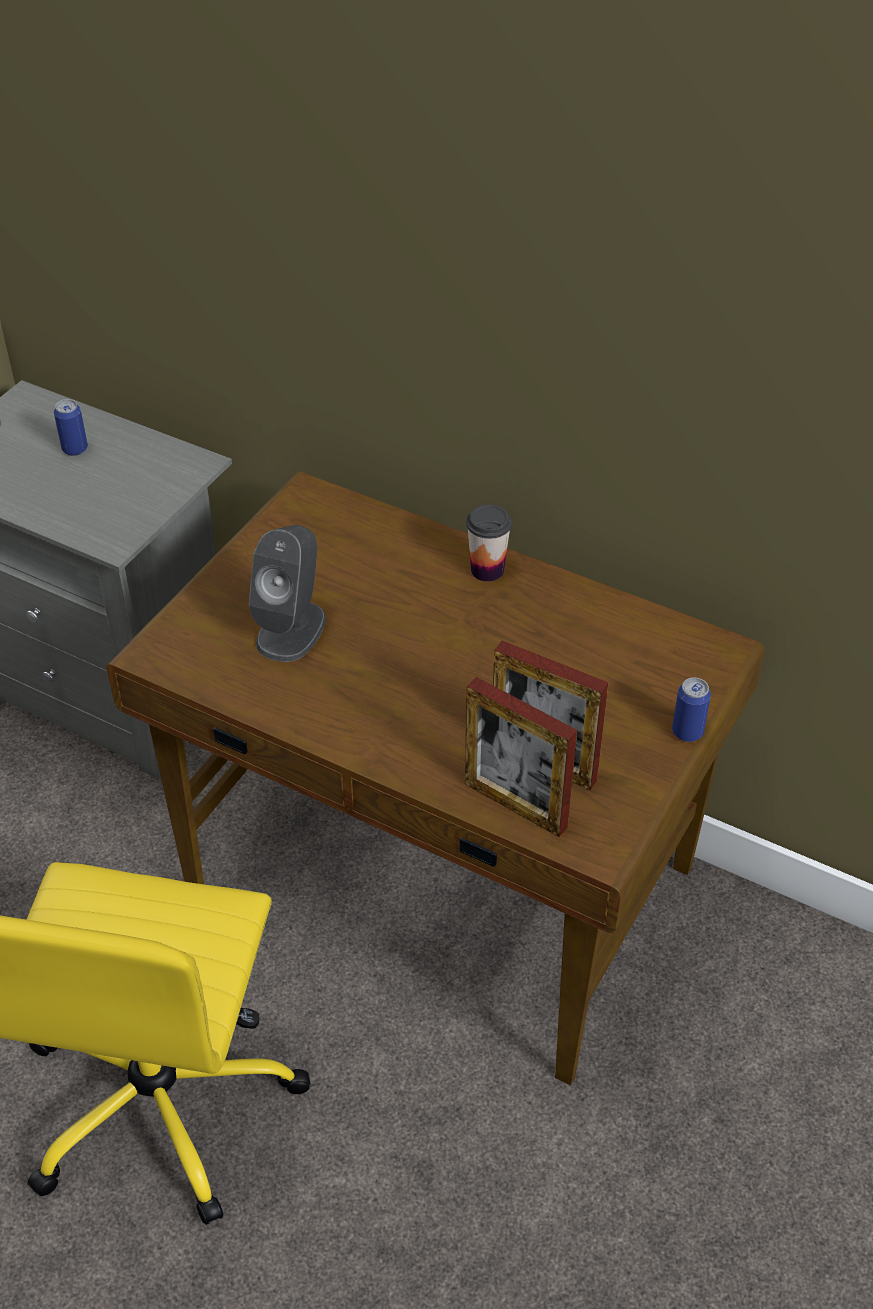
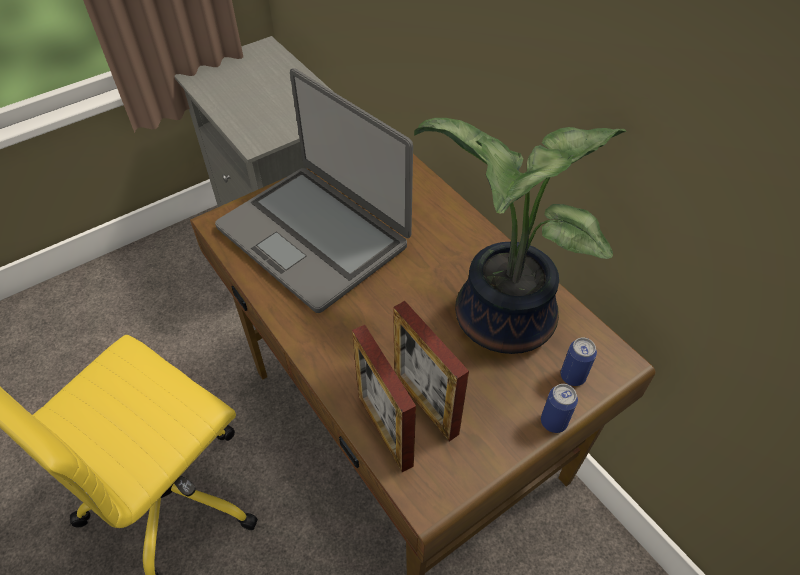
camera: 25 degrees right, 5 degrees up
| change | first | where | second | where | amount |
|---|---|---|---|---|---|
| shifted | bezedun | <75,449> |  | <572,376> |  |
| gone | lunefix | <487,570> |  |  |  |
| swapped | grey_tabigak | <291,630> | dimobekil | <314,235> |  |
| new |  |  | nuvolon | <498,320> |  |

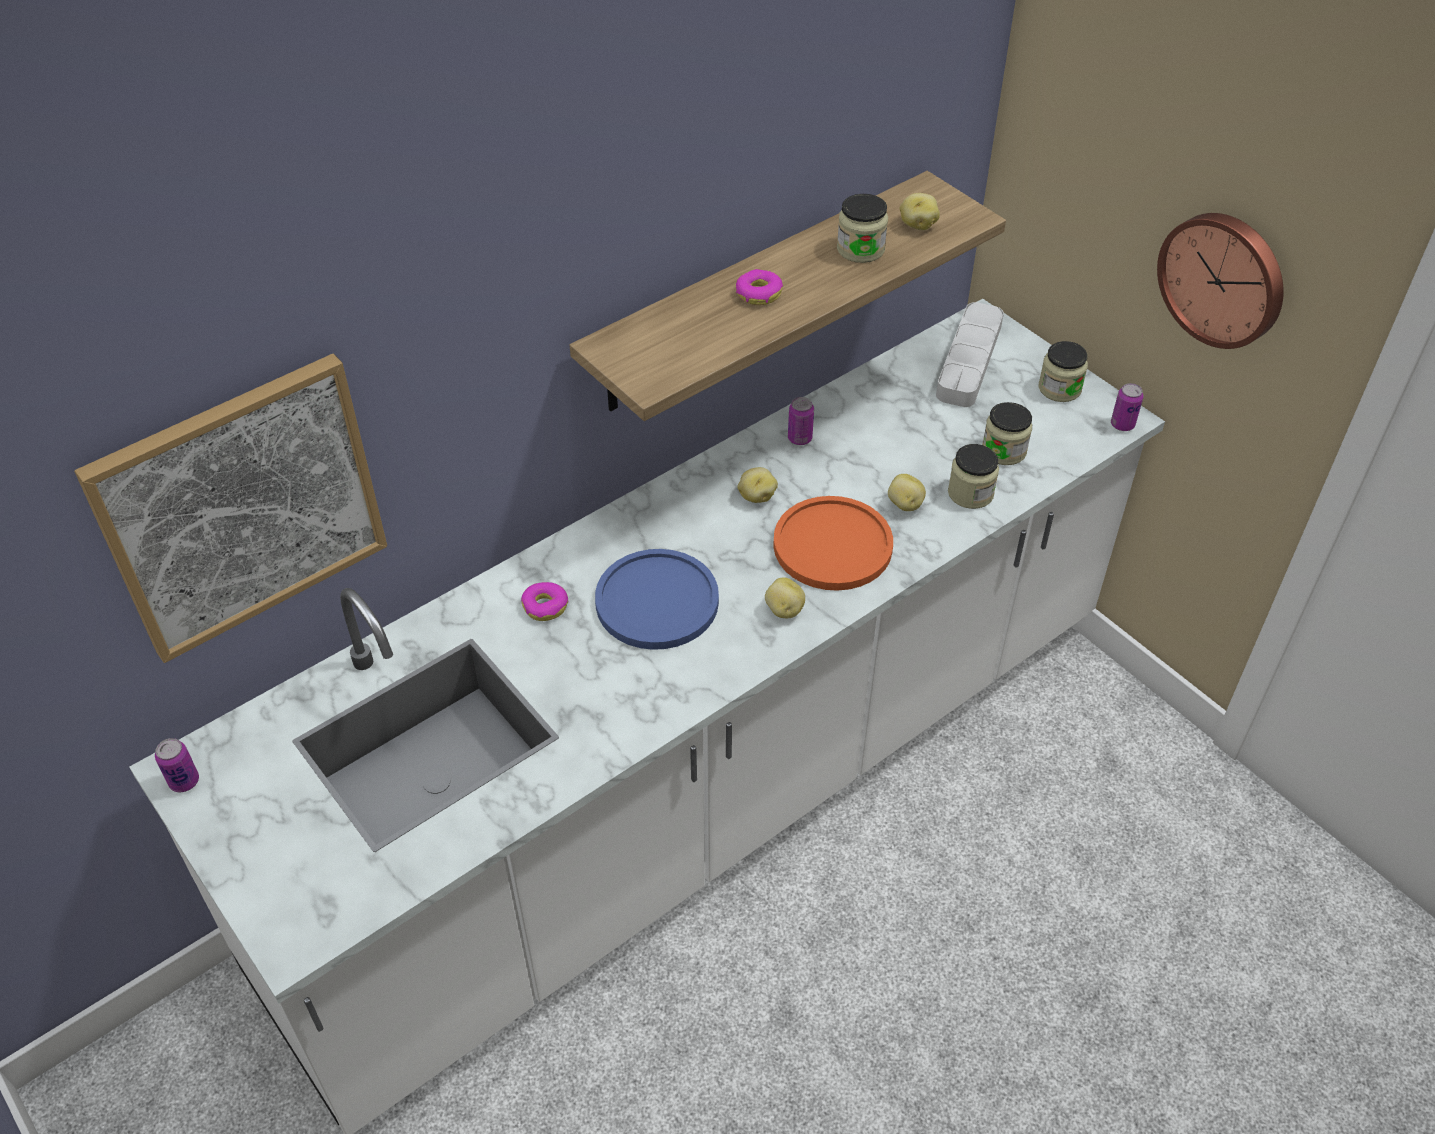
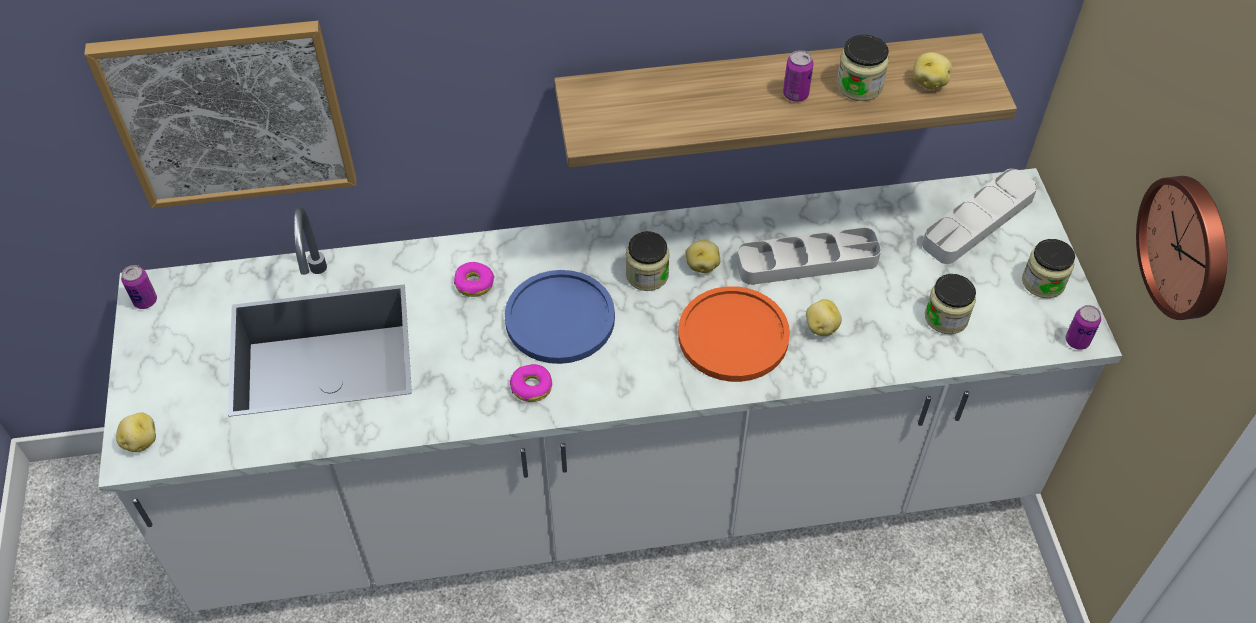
camera: 30 degrees right, 5 degrees up
| change | first | where | second | where | amount |
|---|---|---|---|---|---|
| shifted | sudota | <758,294> |  | <531,387> |  |
| shifted | bezedun | <799,438> |  | <795,94> |  |
| shifted | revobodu | <970,493> |  | <647,275> |  |
| shifted | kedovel | <784,610> |  | <140,441> |  |
| new |  |  | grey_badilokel | <807,261> |  |

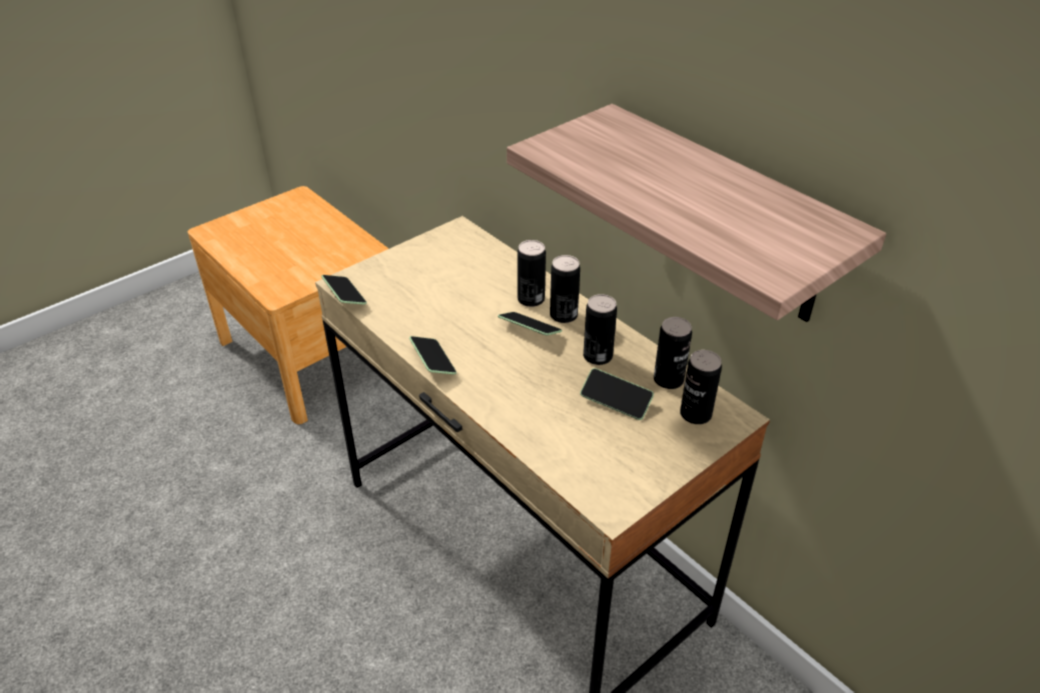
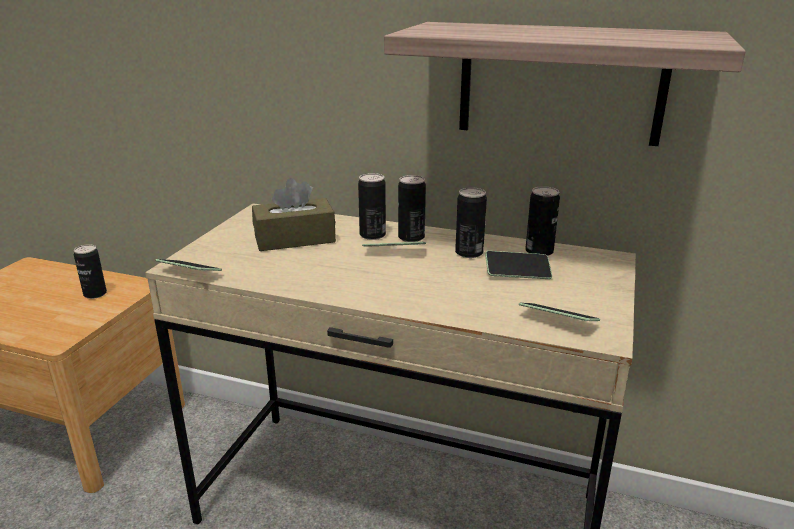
camera: 30 degrees left, 15 degrees down
| change | first | where | second | where | amount |
|---|---|---|---|---|---|
| shifted | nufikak | <433,362> |  | <557,321> |  |
| shifted | bezedun | <695,414> |  | <95,294> |  |
| new |  |  | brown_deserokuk | <294,239> |  |

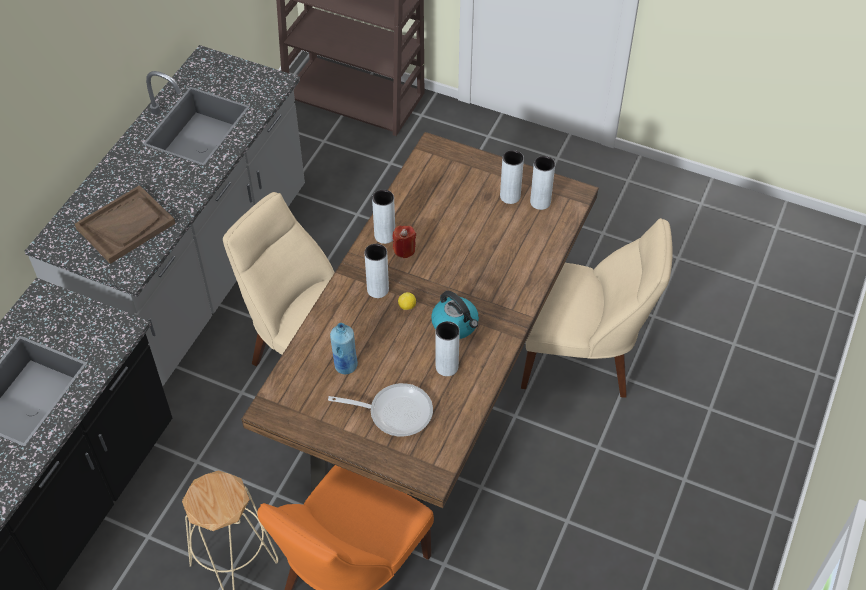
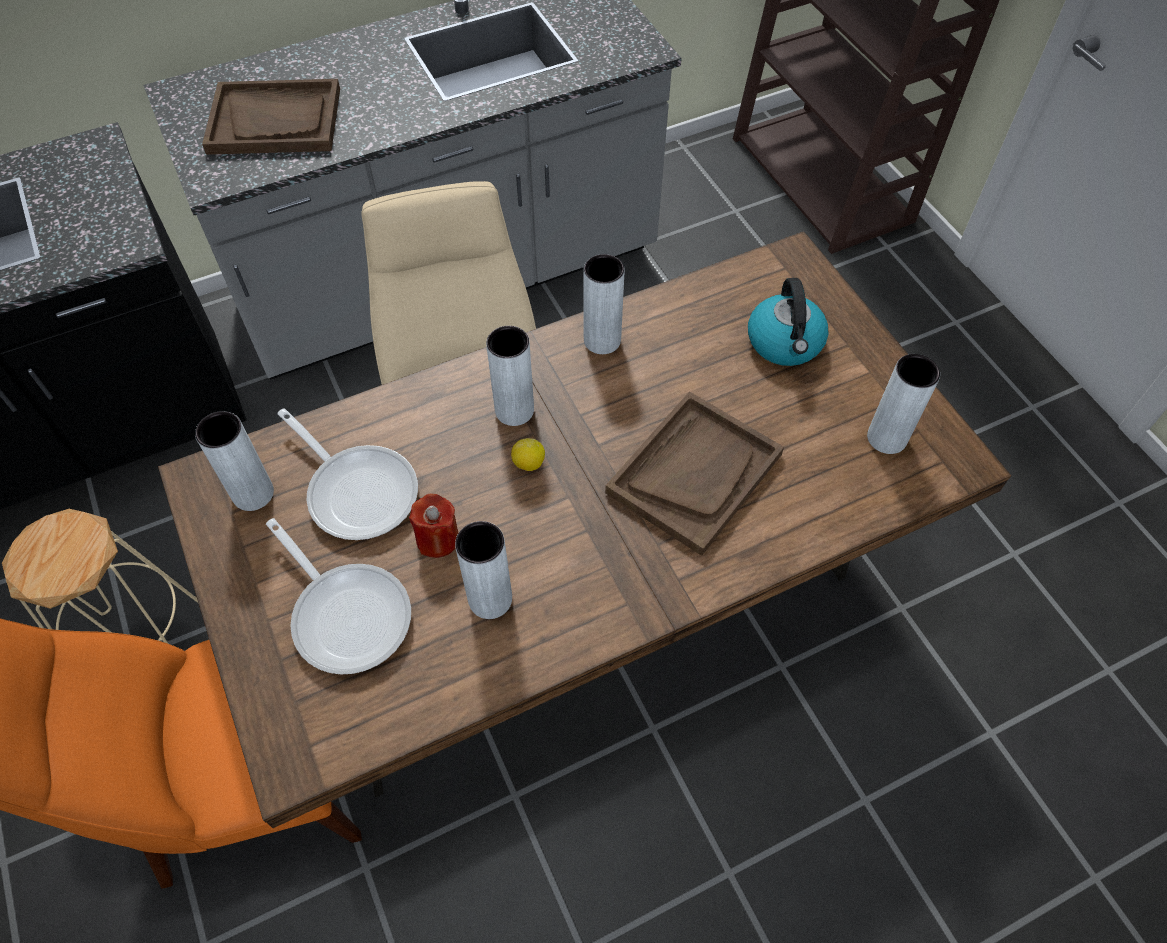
camera: 40 degrees right, 5 degrees up
| change | first | where | second | where | amount |
|---|---|---|---|---|---|
| shifted | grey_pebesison | <510,196> |  | <253,493> |  |
| gone | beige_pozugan | <582,358> |  |  |  |
| shifted | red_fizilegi | <404,249> |  | <438,539> |  |
| shifted | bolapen | <455,324> |  | <785,343> |  |
| swapped | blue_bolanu | <345,365> | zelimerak | <358,490> |  |
| new |  |  | brown_badilokel | <694,473> |  |

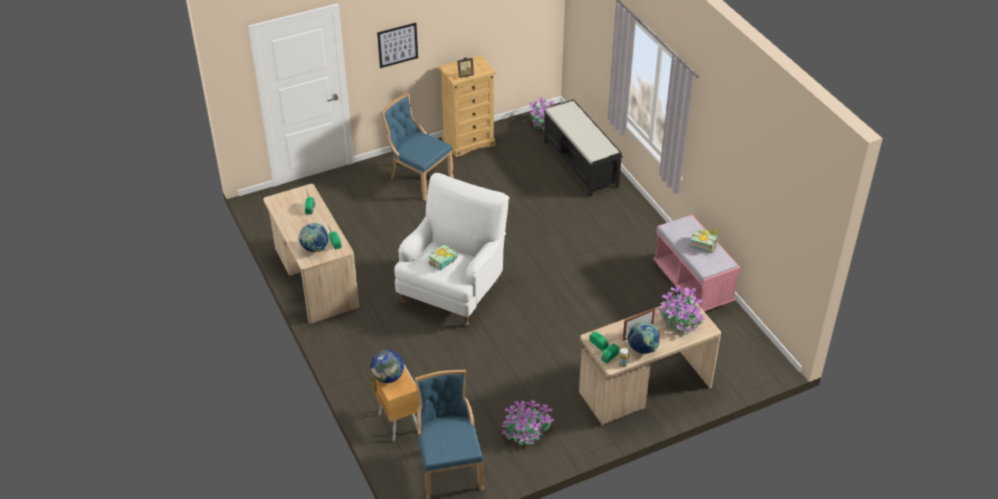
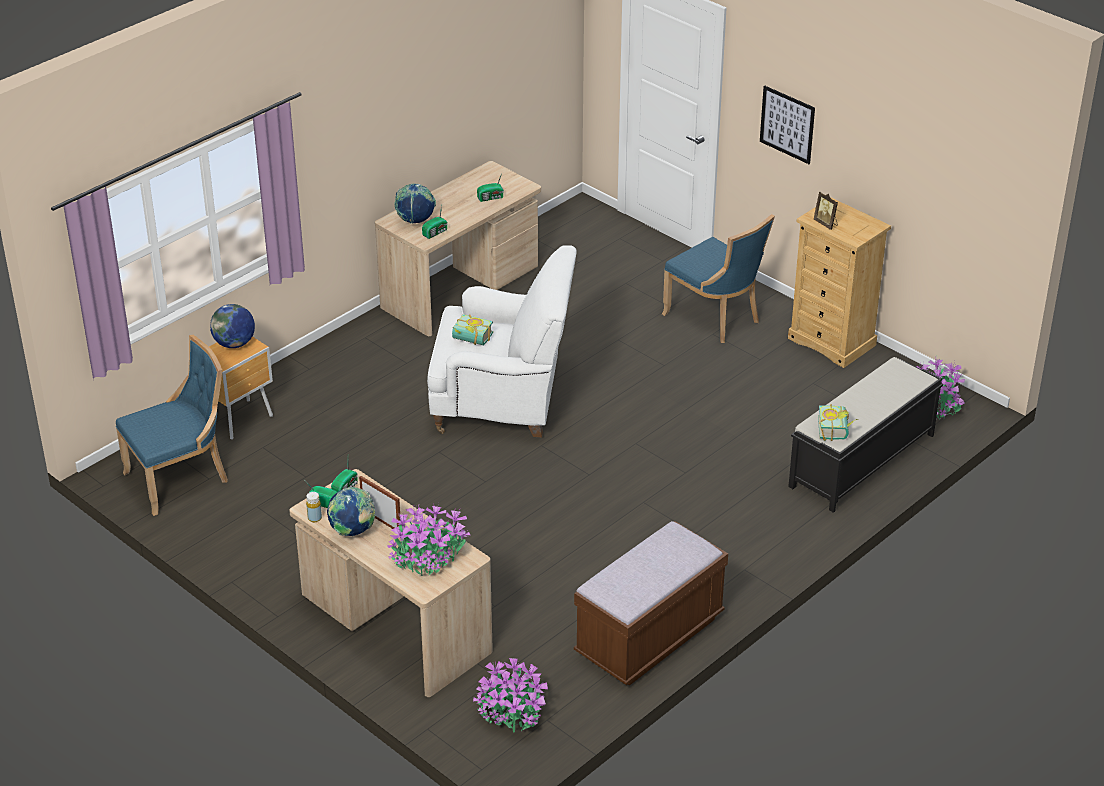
camera: 70 degrees right, 5 degrees down
| change | first | where | second | where | amount |
|---|---|---|---|---|---|
| rotated | blue_pozugan | <418,178> |  | <716,318> | 120 degrees clockwise |
| repainted | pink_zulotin | <692,283> | brown_zulotin | <649,637> |  |
| shifted | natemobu | <704,243> |  | <836,430> |  |
| shifted | nuvolon | <526,432> |  | <511,713> |  |

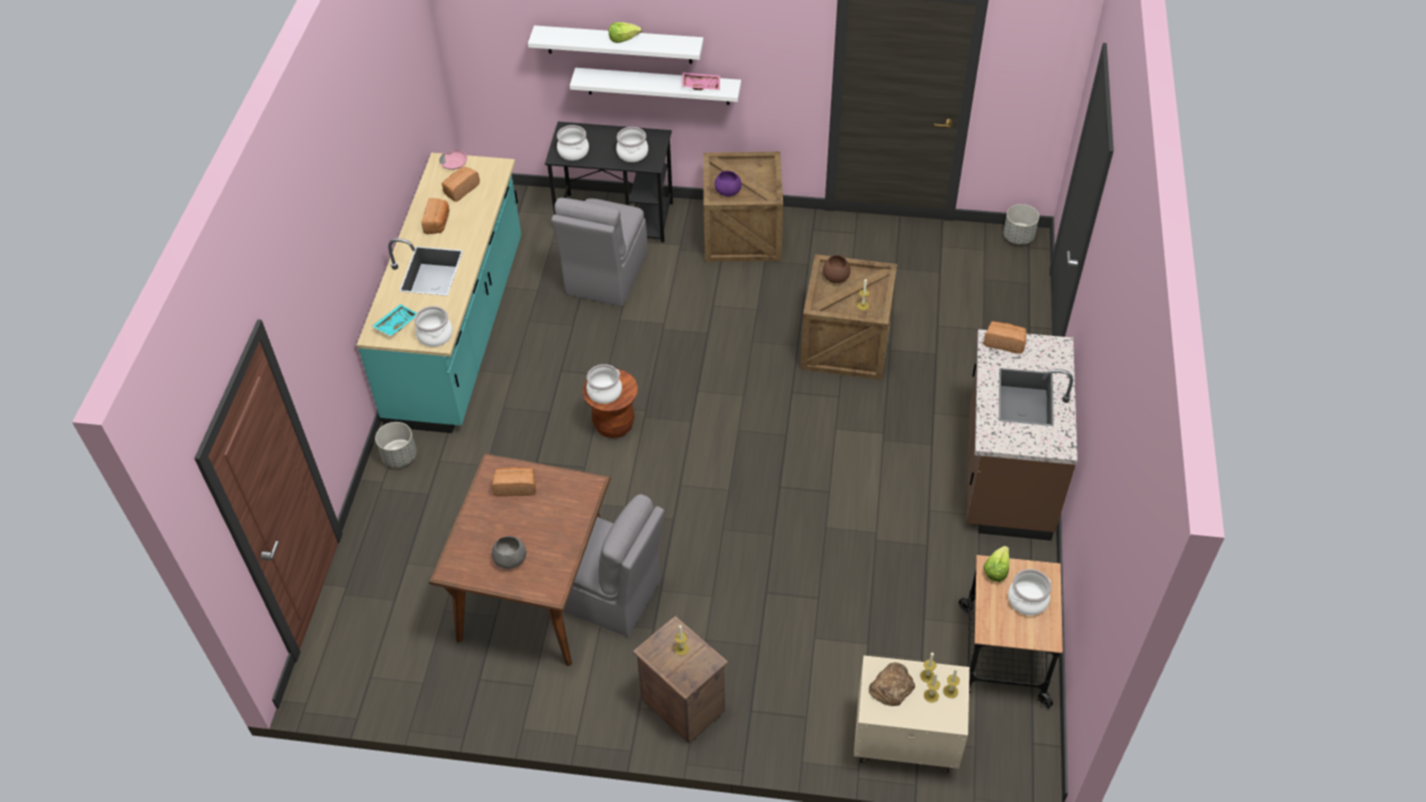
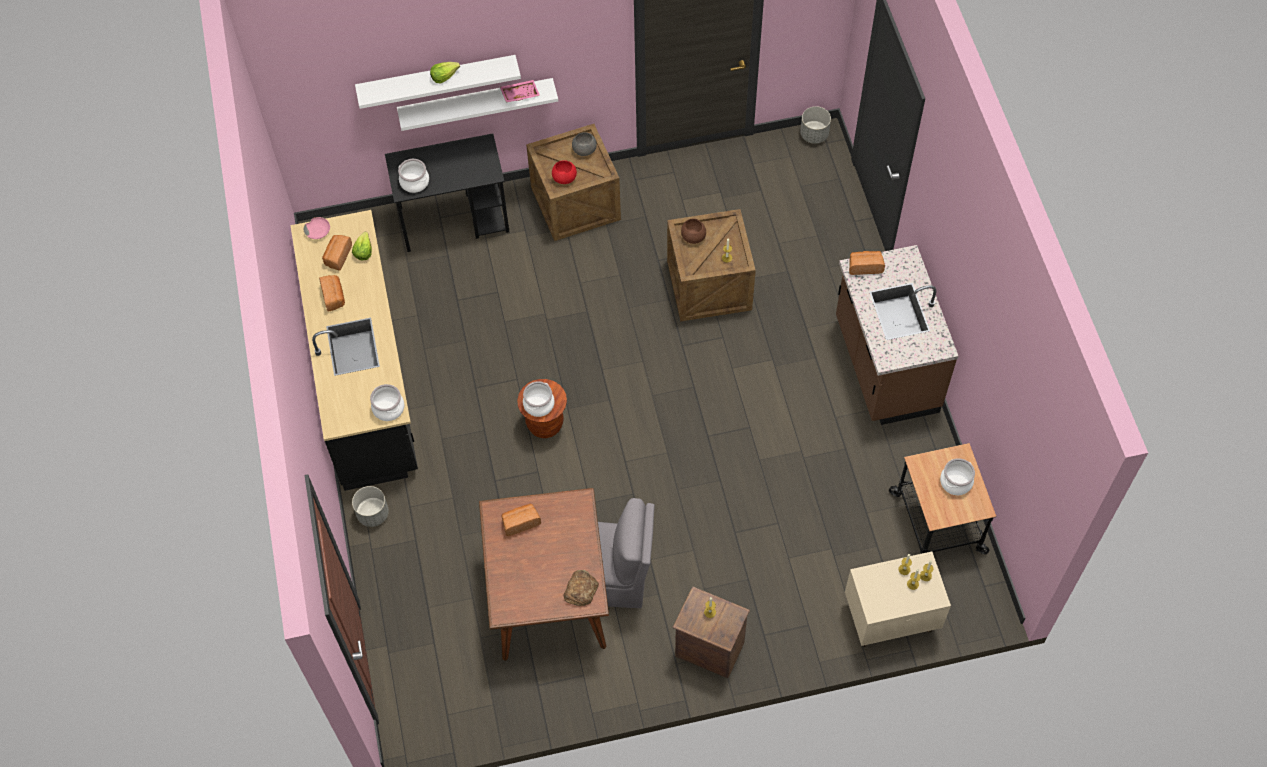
camera: 20 degrees left, 10 degrees up
| change | first | where | second | where | amount |
|---|---|---|---|---|---|
| gone | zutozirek | <633,153> |  |  |  |
| repainted | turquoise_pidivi | <459,331> | black_pidivi | <365,377> |  |
| repainted | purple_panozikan | <728,191> | red_panozikan | <565,177> |  |
| gone | grey_pozugan | <605,275> |  |  |  |
| gone | turquoise_badilokel | <396,324> |  |  |  |
| shifted | grey_panozikan | <511,559> |  | <585,149> |  |
| shifted | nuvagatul | <996,569> |  | <363,251> |  |
| shifted | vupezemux | <891,687> |  | <581,590> |  |

